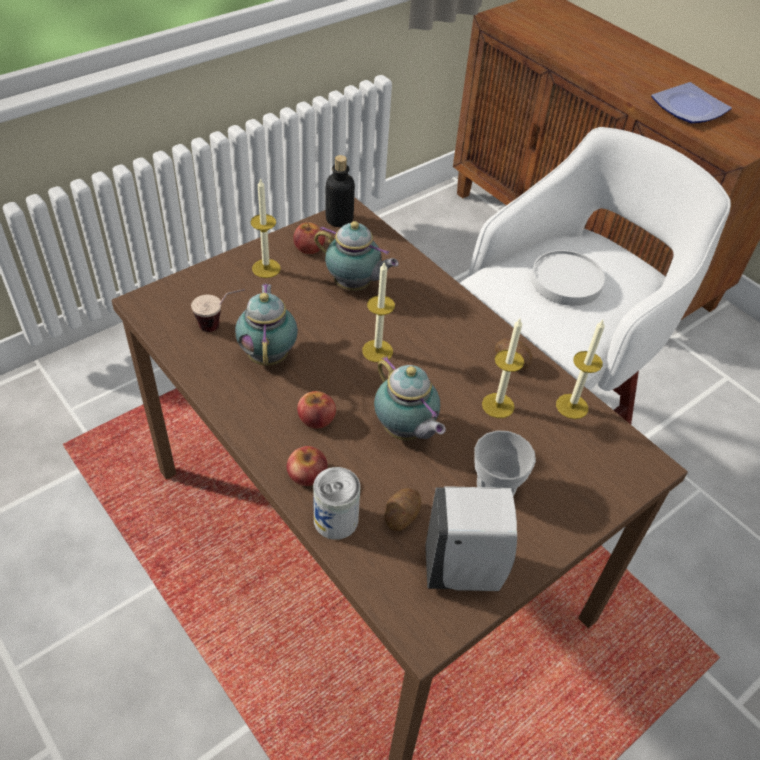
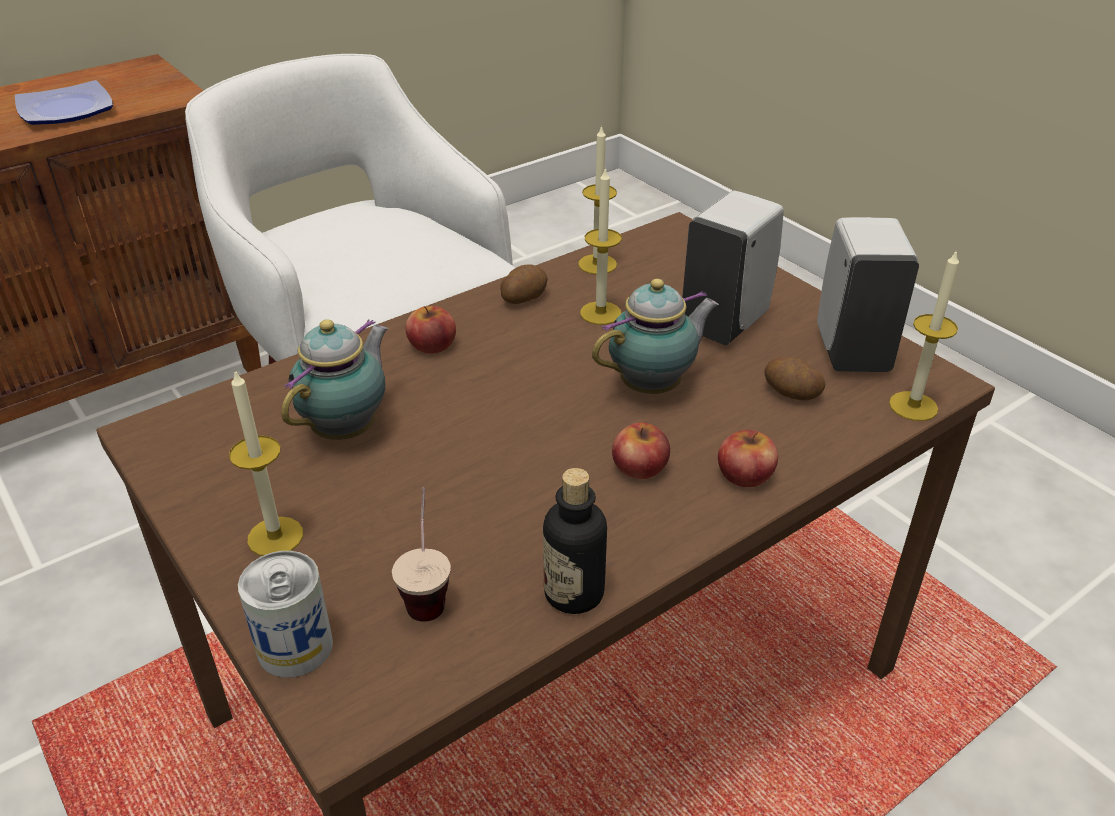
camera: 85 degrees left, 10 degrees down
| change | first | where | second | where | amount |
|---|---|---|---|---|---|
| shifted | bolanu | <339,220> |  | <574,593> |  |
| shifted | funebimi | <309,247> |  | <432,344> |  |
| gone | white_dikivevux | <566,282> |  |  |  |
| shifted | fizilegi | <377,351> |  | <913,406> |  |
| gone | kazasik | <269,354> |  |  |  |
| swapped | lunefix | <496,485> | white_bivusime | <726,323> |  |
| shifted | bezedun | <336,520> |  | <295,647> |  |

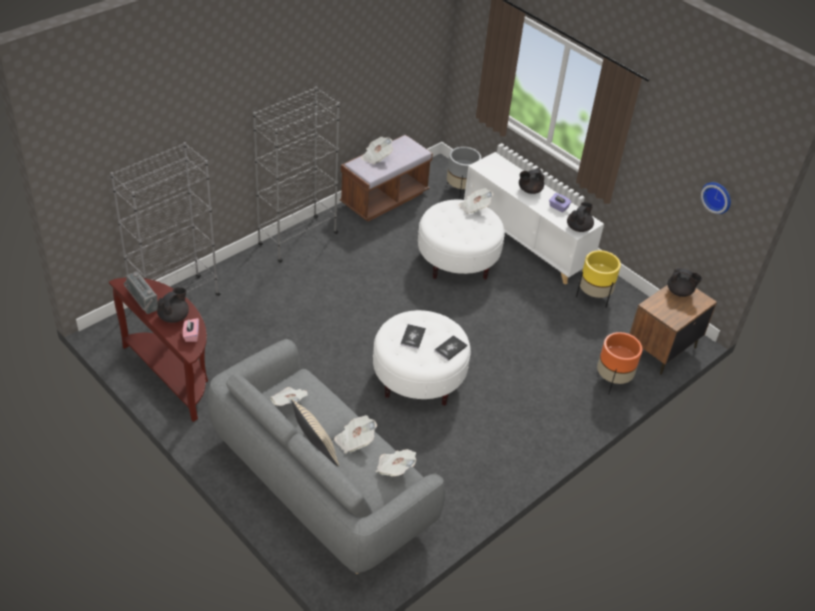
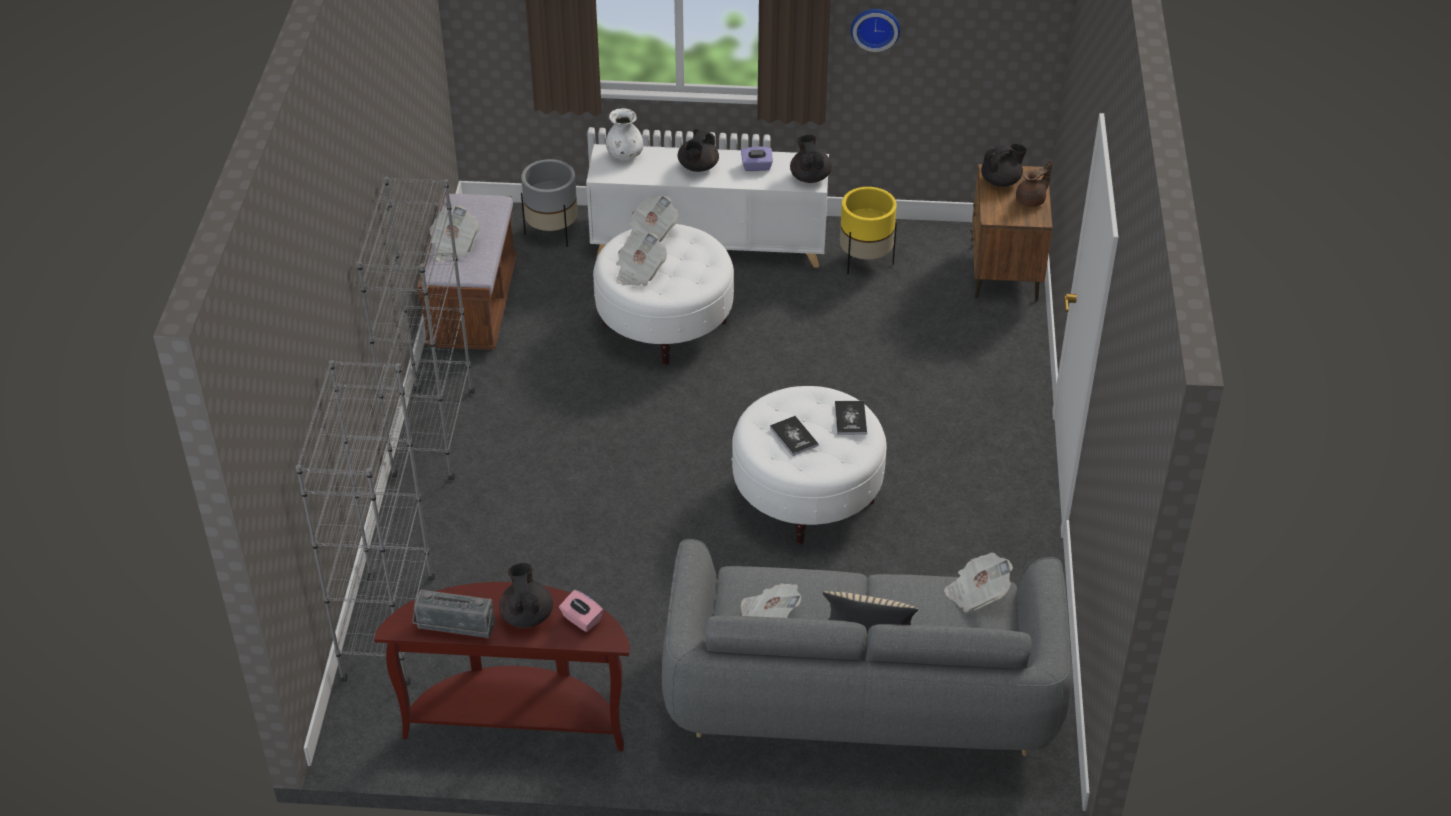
camera: 40 degrees left, 0 degrees up
| change | first | where | second | where | amount |
|---|---|---|---|---|---|
| shifted | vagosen | <717,197> |  | <875,27> |  |
| gone | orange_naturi | <612,380> |  |  |  |
| shifted | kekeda | <354,441> |  | <639,272> |  |
| new |  |  | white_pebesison | <625,155> |  |
| new |  |  | brown_kazasik | <1032,200> |  |

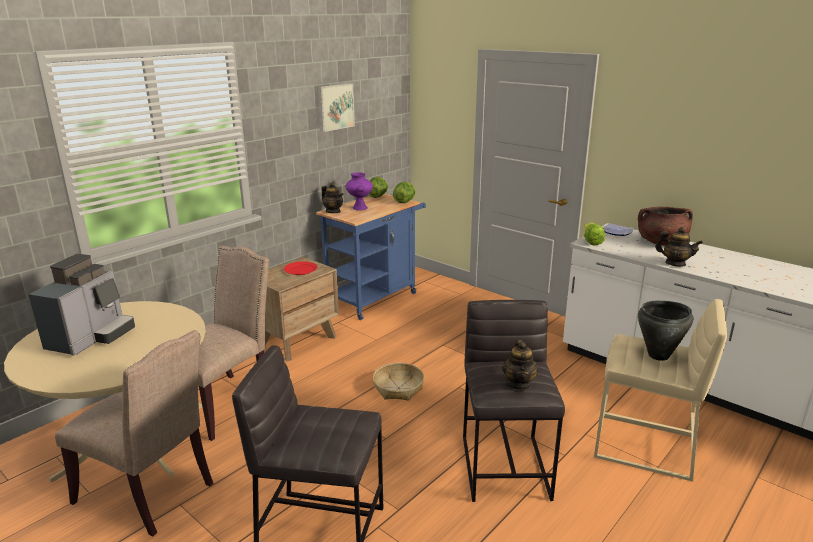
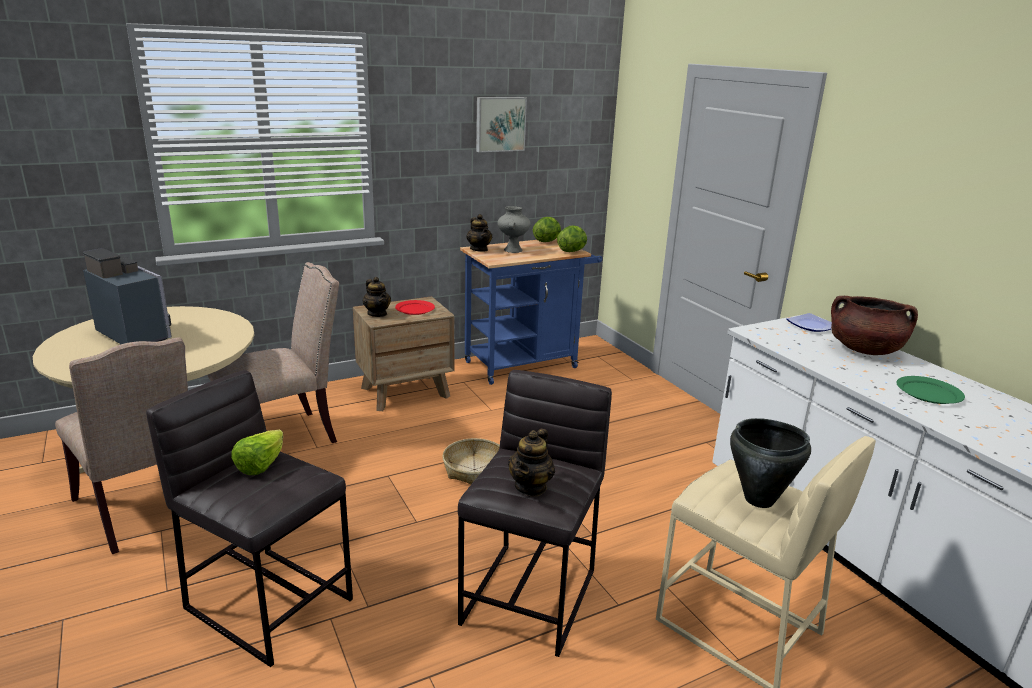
camera: 20 degrees right, 0 degrees up
| change | first | where | second | where | amount |
|---|---|---|---|---|---|
| repainted | purple_pebesison | <359,208> | grey_pebesison | <512,250> |  |
| shifted | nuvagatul | <591,242> |  | <261,465> |  |
| shifted | kazasik | <675,263> |  | <377,314> |  |
| rotated | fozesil | <91,337> |  | <137,333> | 90 degrees counterclockwise |
| new |  |  | green_dikivevux | <929,393> |  |

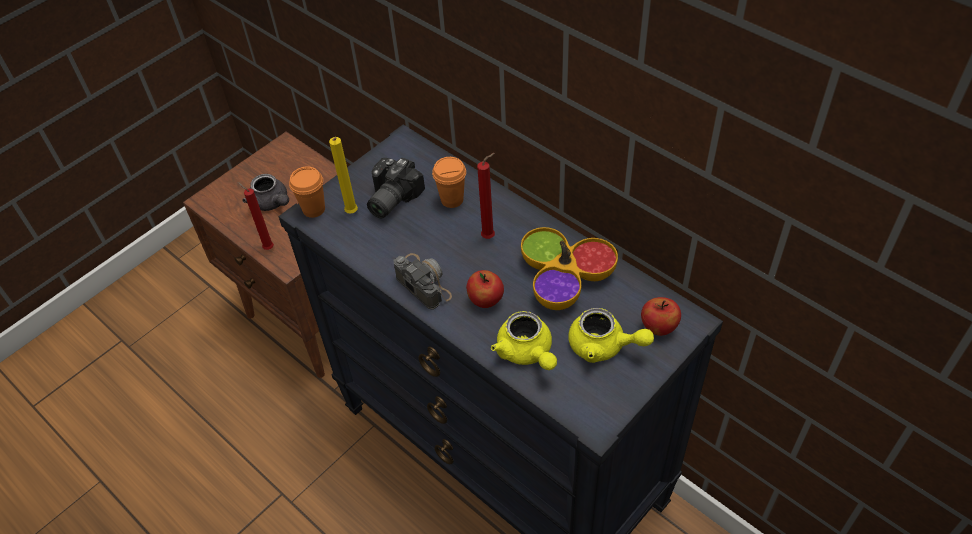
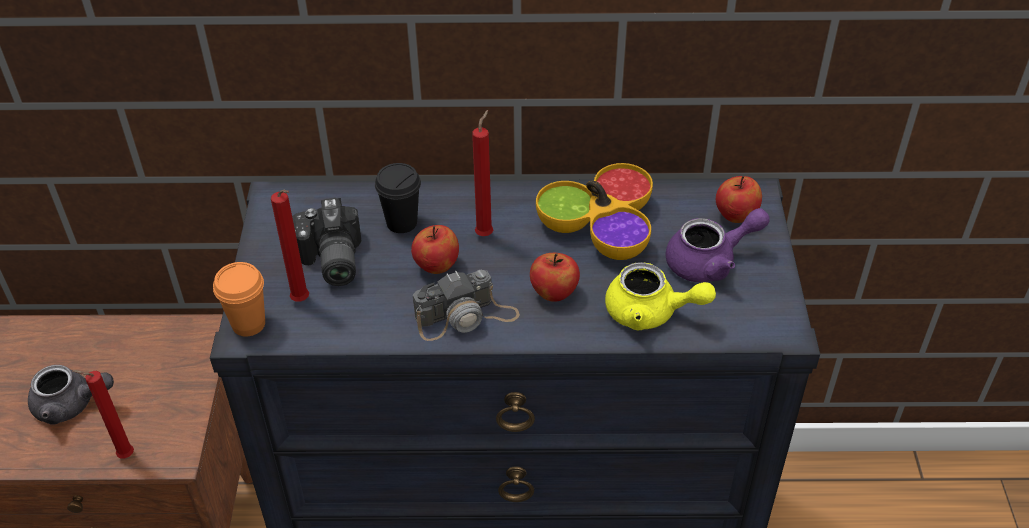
camera: 45 degrees left, 5 degrees down
| change | first | where | second | where | amount |
|---|---|---|---|---|---|
| repainted | yellow_fizilegi | <351,214> | red_fizilegi | <302,302> |  |
| repainted | orange_lunefix | <452,200> | black_lunefix | <402,223> |  |
| rotated | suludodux | <422,281> |  | <466,317> | 150 degrees clockwise |
| repainted | yellow_kazasik | <604,346> | purple_kazasik | <710,261> |  |
| new |  |  | funebimi | <436,266> |  |

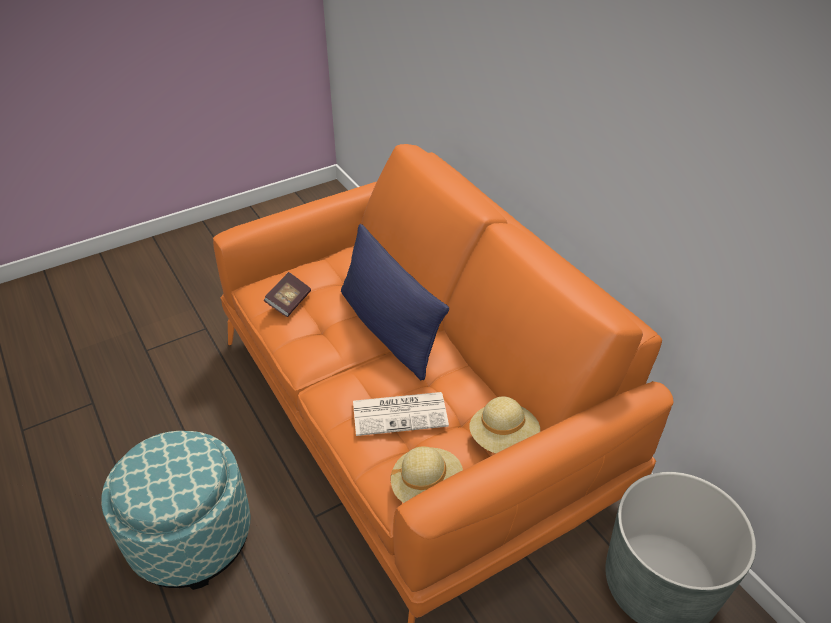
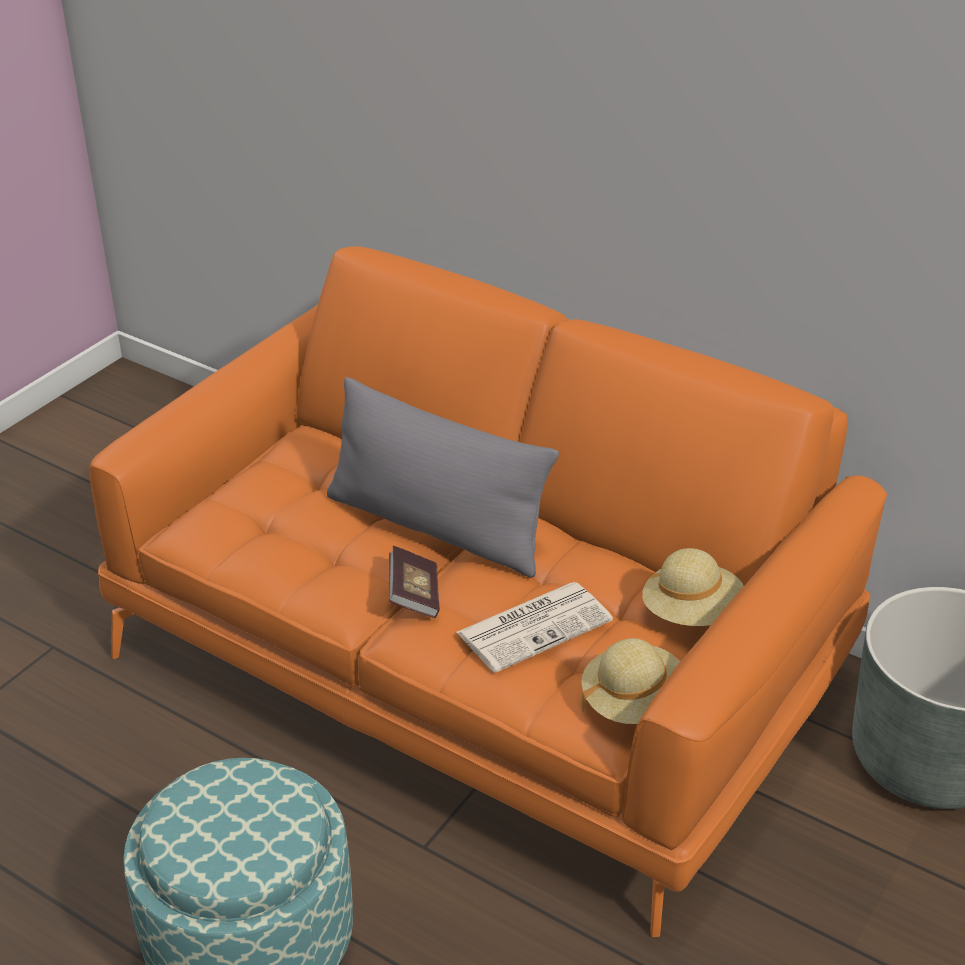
camera: 25 degrees left, 5 degrees down
| change | first | where | second | where | amount |
|---|---|---|---|---|---|
| repainted | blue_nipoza | <388,329> | grey_nipoza | <436,527> |  |
| shifted | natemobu | <289,302> |  | <414,595> |  |

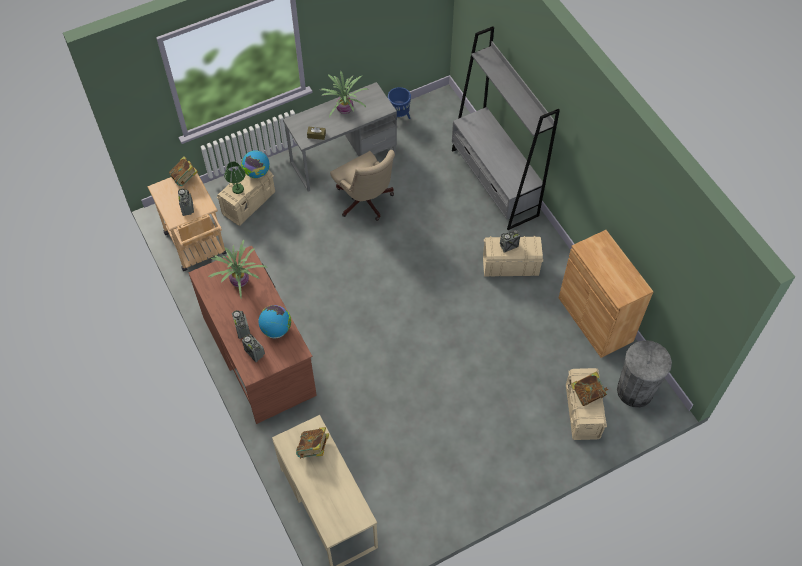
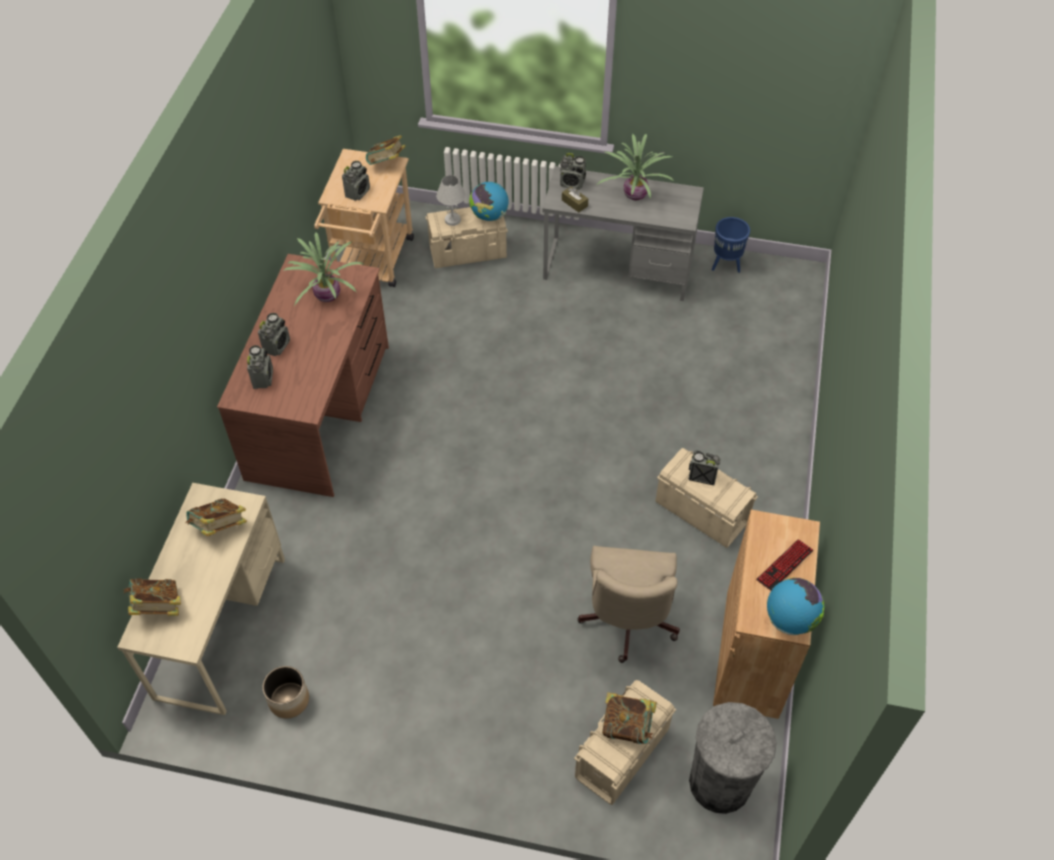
camera: 40 degrees right, 5 degrees down
| change | first | where | second | where | amount |
|---|---|---|---|---|---|
| gone | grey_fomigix | <494,183> |  |  |  |
| shifted | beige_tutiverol | <365,202> |  | <627,623> |  |
| repainted | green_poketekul | <238,189> | white_poketekul | <452,220> |  |
| shifted | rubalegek | <276,329> |  | <790,619> |  |
| new |  |  | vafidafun | <572,184> |  |
| new |  |  | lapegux | <784,565> |  |
| new |  |  | natemobu | <157,607> |  |
| new |  |  | naturi | <288,700> |  |

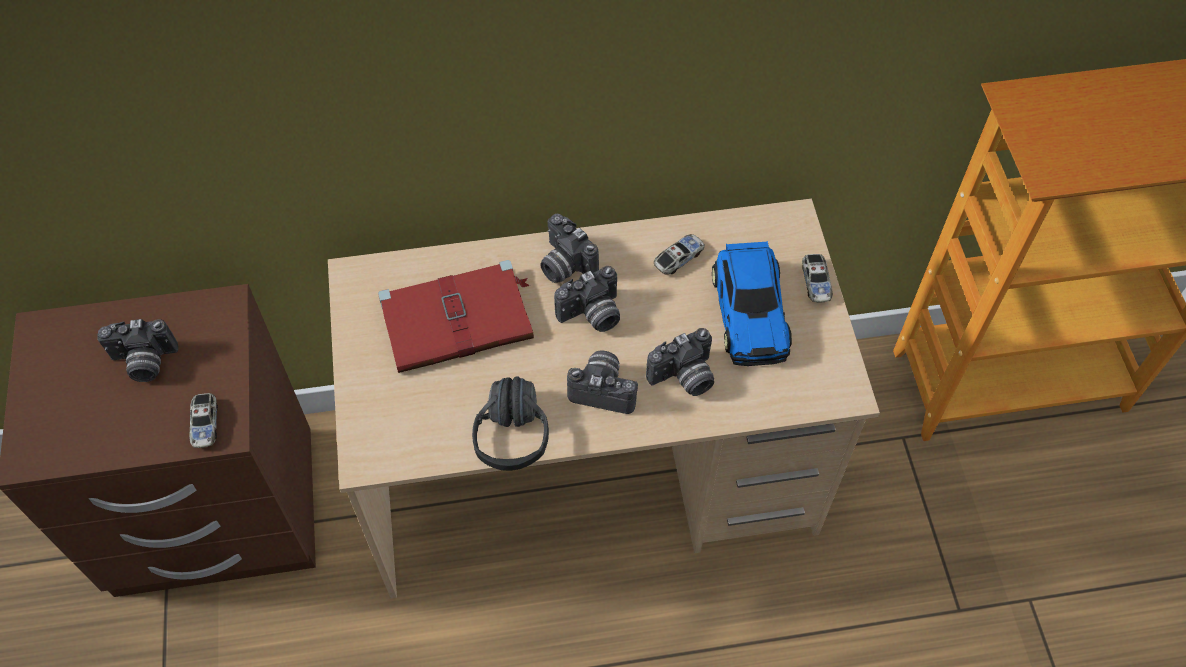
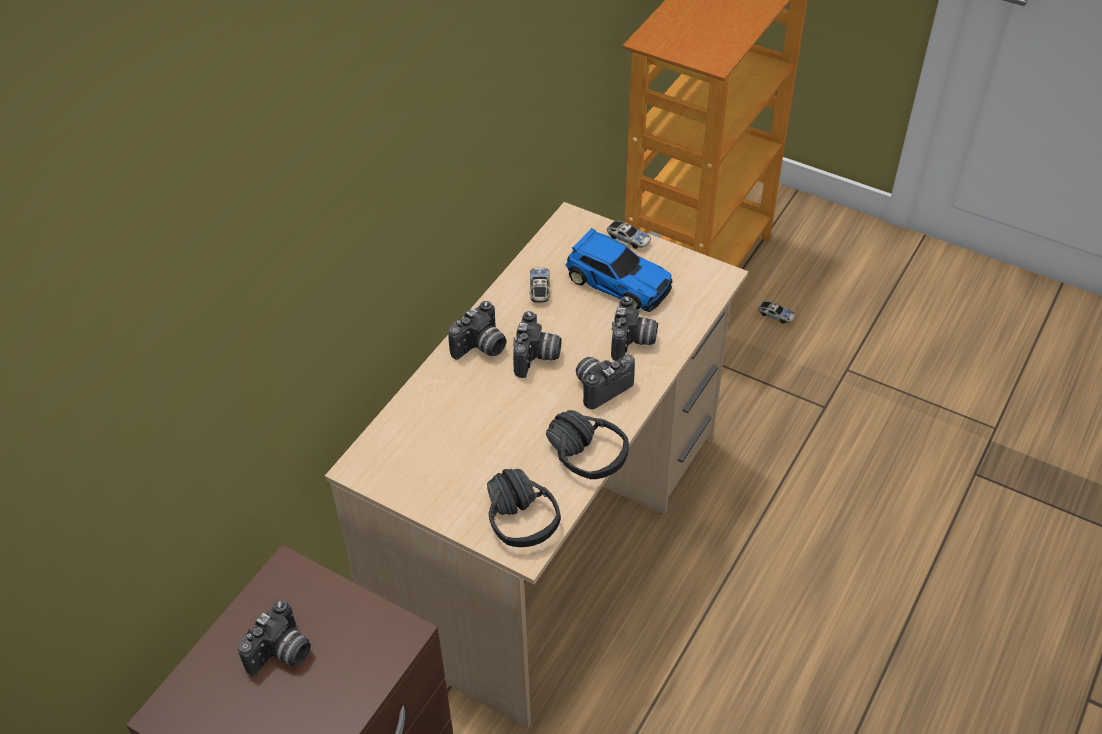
camera: 50 degrees left, 10 degrees down
| change | first | where | second | where | amount |
|---|---|---|---|---|---|
| rotated | suludodux | <564,265> |  | <481,348> | 45 degrees counterclockwise |
| gone | red_natemobu | <459,319> |  |  |  |
| shifted | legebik | <205,424> |  | <776,315> |  |
| new |  |  | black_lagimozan | <533,513> |  |

